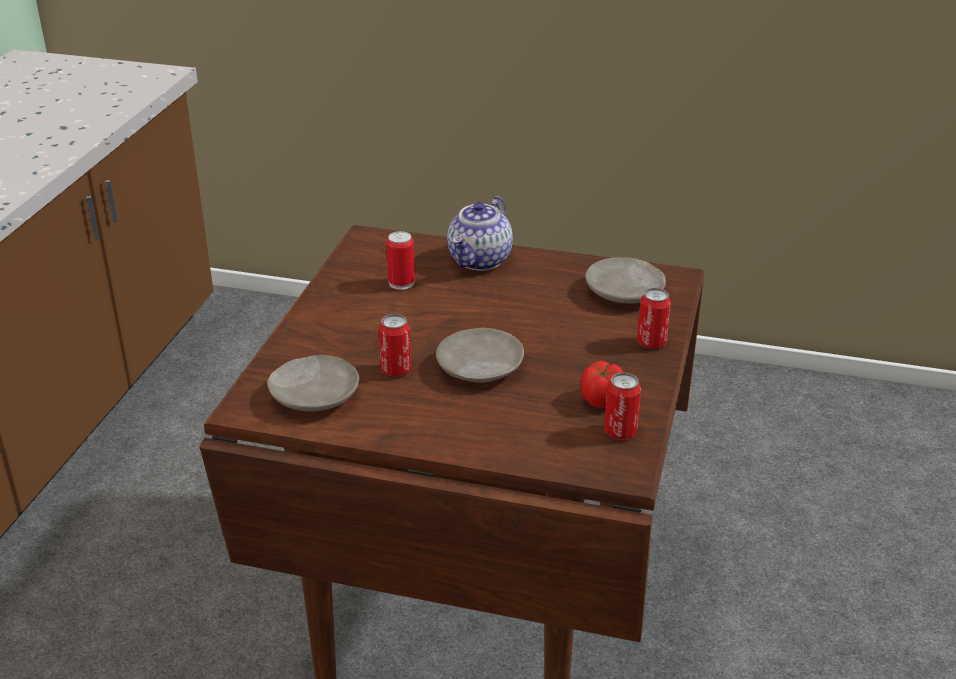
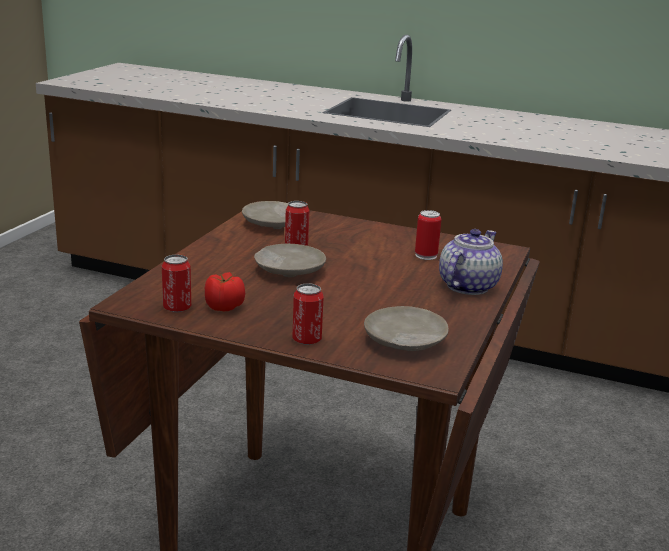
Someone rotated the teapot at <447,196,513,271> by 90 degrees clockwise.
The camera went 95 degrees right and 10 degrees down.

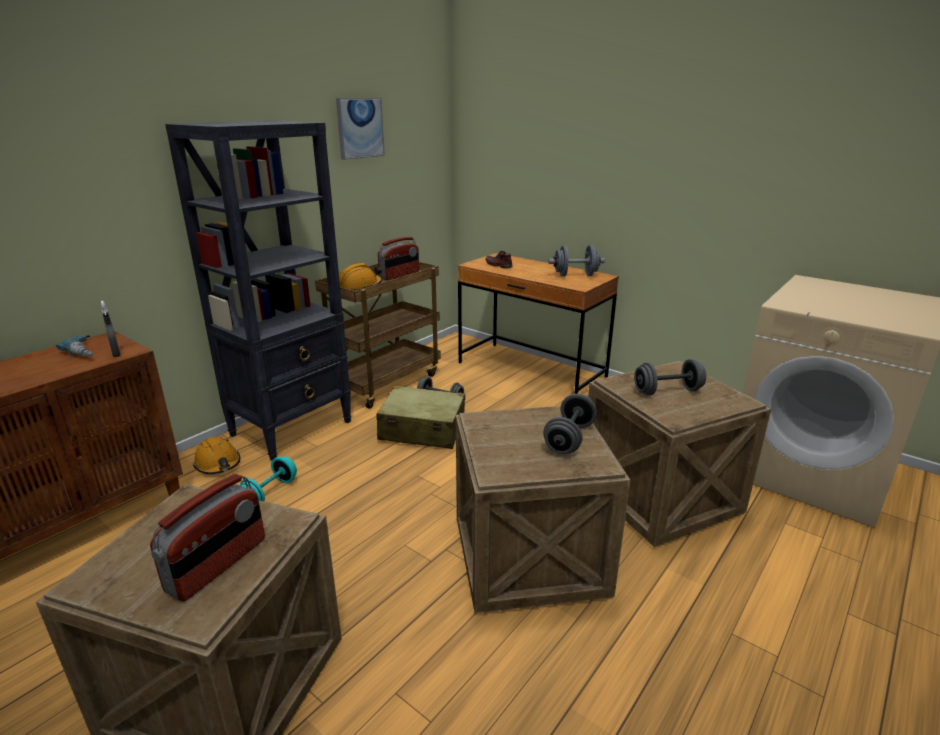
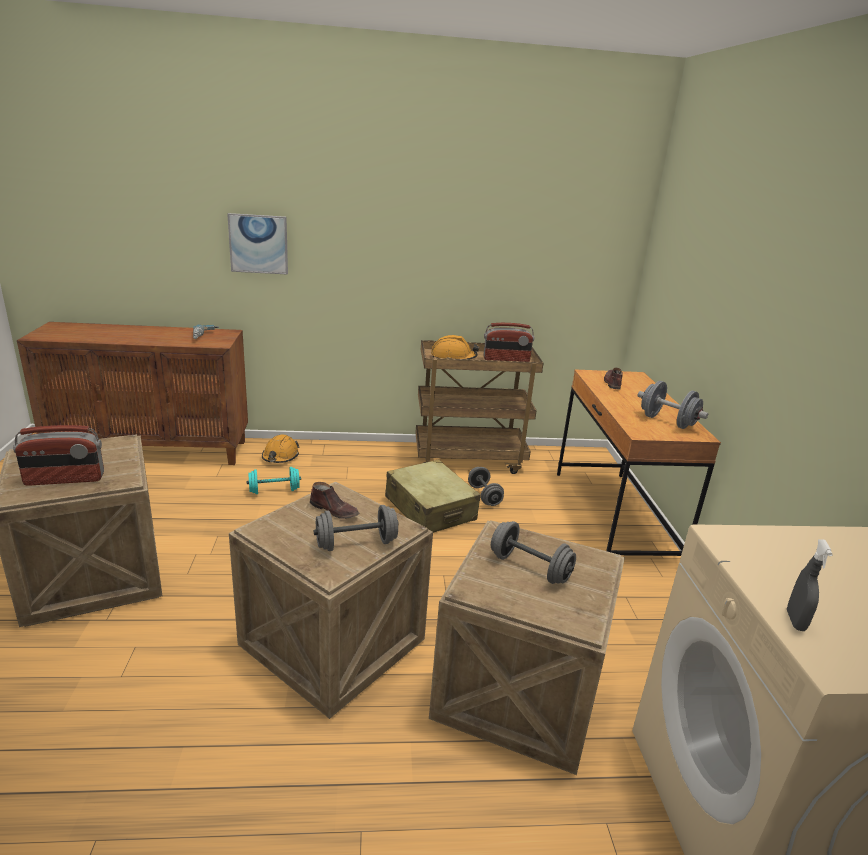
Someone carried the picture from <336,98,385,160> to <227,213,288,275>.
Someone took away the black bookcase at <165,121,352,461>.
Someone carried the grey spray bottle from <101,301,121,357> to <787,539,833,631>.
Someone put down the brown shoe at <310,482,359,519>.
The camera went 45 degrees right and 0 degrees up.

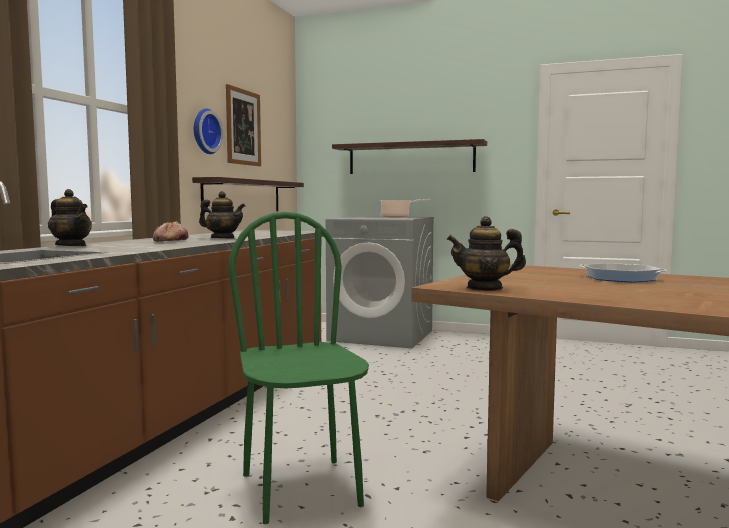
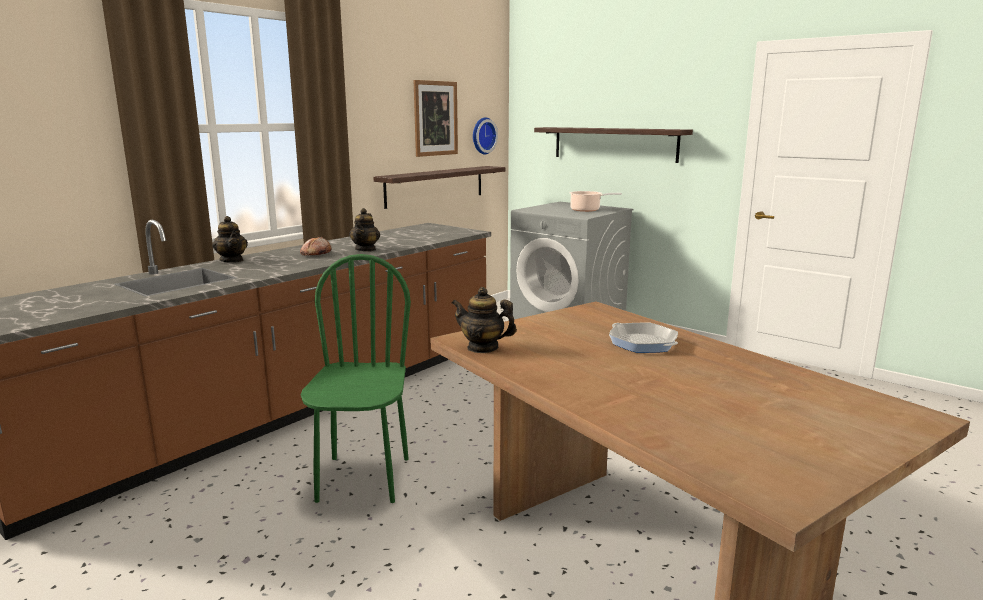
Someone carried the wall clock from <194,108,223,154> to <473,117,498,154>.
Someone rotated the teapot at <199,191,245,239> by 60 degrees clockwise.
The camera went 20 degrees right and 10 degrees up.

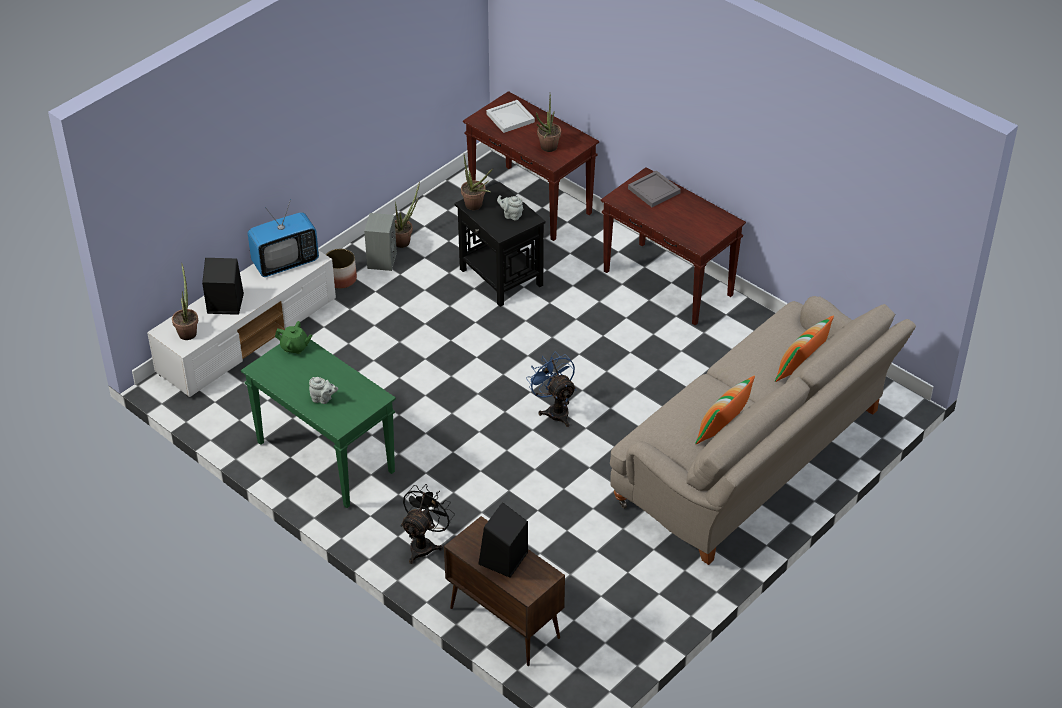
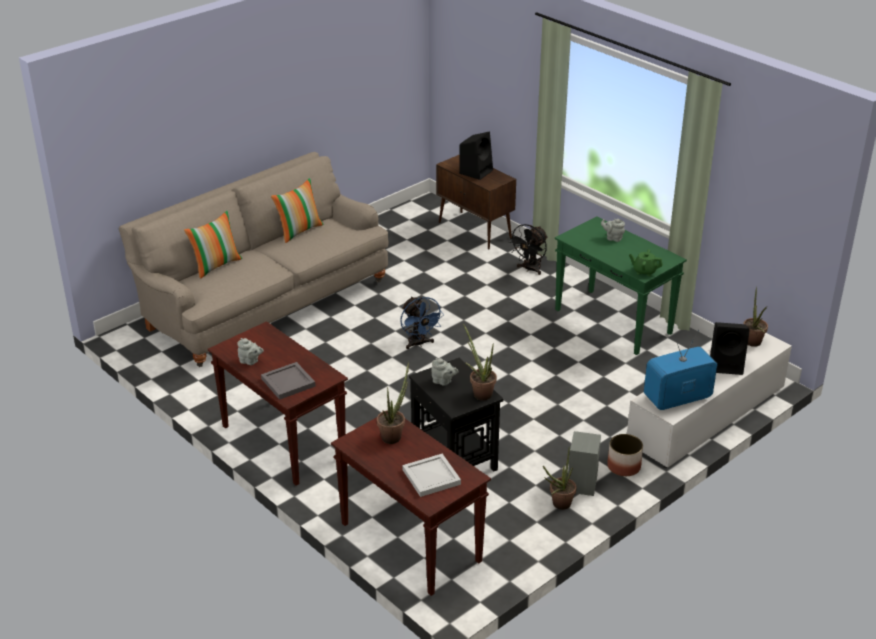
Someone put down the grey teapot at <237,338,264,365>.
The camera went 175 degrees left and 10 degrees down.

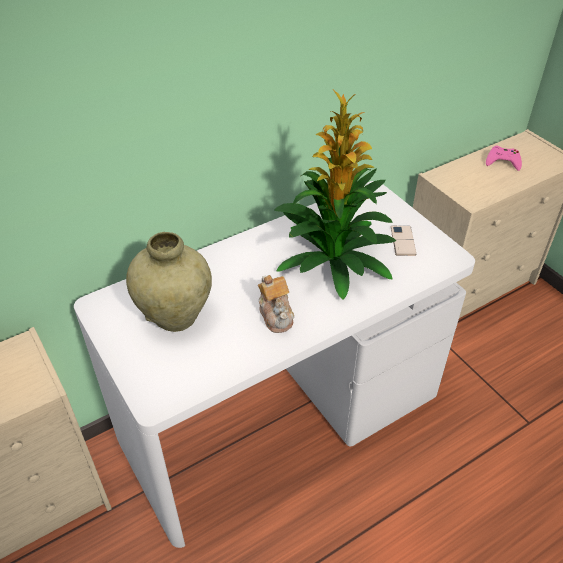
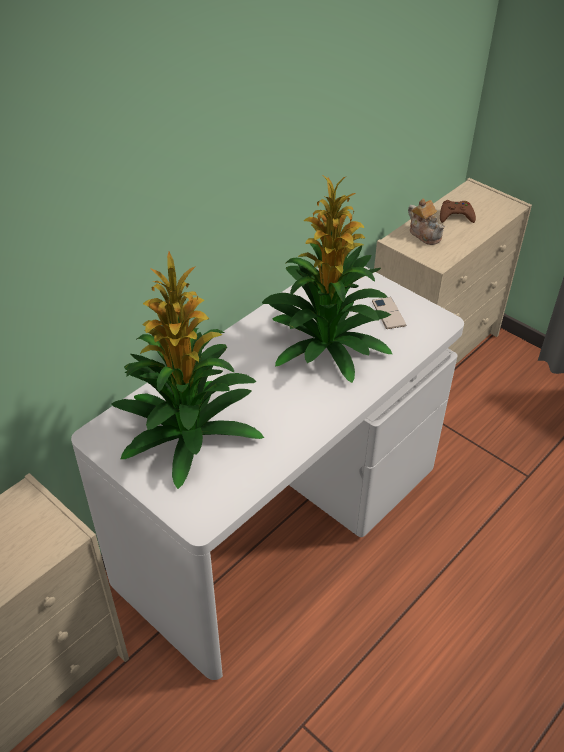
Someone repainted the pink game controller at <486,146,522,171>, which became the brown game controller at <440,200,476,223>.
Someone swapped the beige vase at <126,232,212,332> for the potted plant at <111,251,264,489>.
Someone carried the teapot from <258,275,294,333> to <408,199,445,245>.
The camera went 15 degrees left and 0 degrees up.

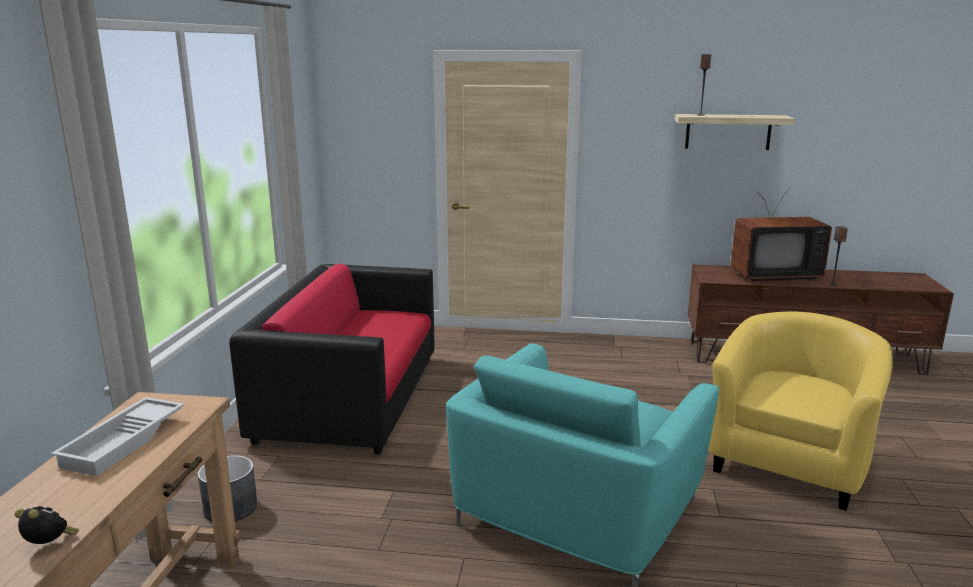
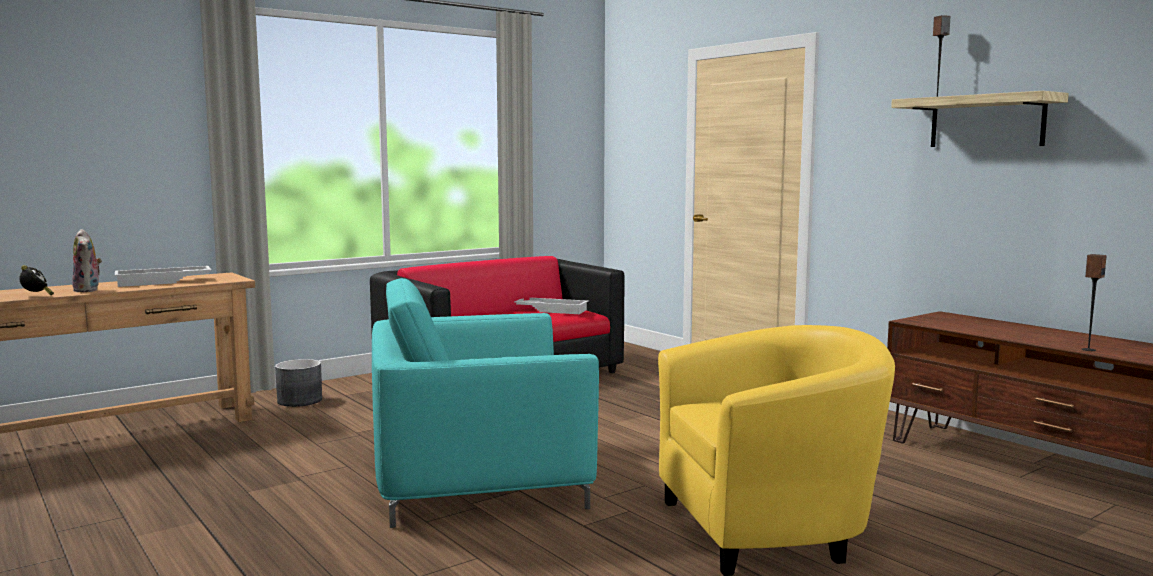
Someone took away the television at <731,187,832,282>.
Someone put down the plush toy at <72,229,102,292>.
Someone put down the white tray at <514,298,589,314>.
The camera went 45 degrees right and 10 degrees down.

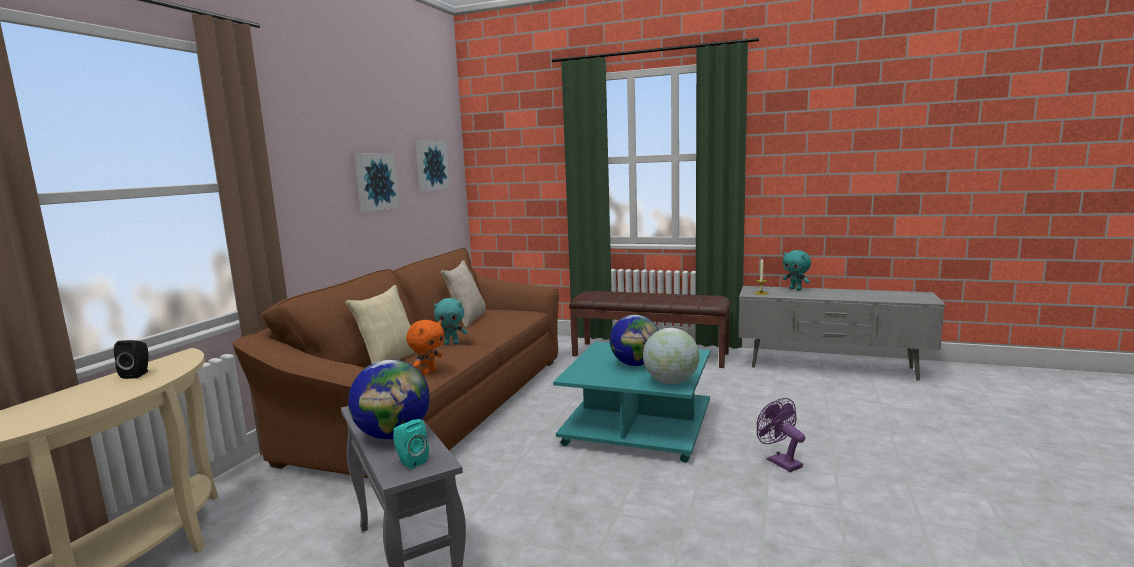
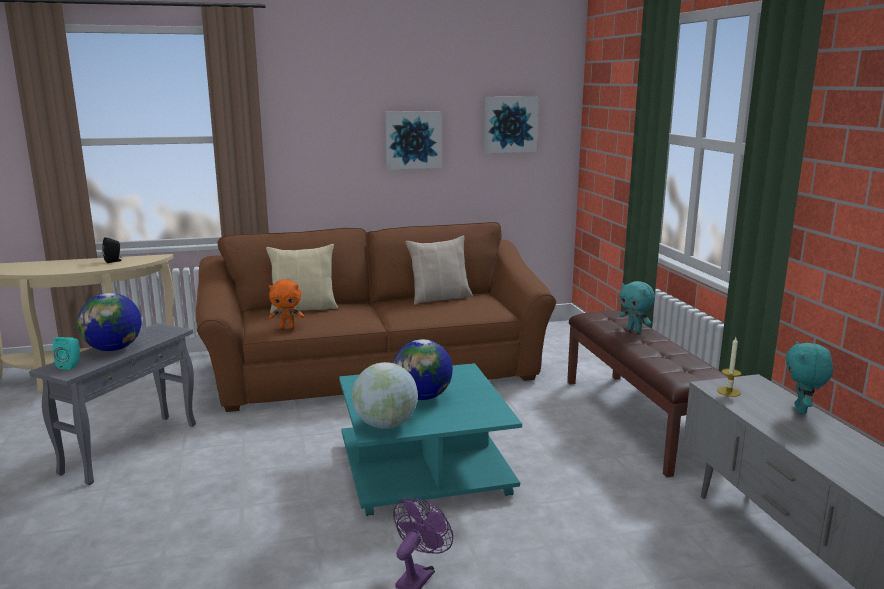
Someone carried the turquoise plush toy from <434,298,467,345> to <619,281,655,333>.
The camera went 55 degrees right and 5 degrees up.

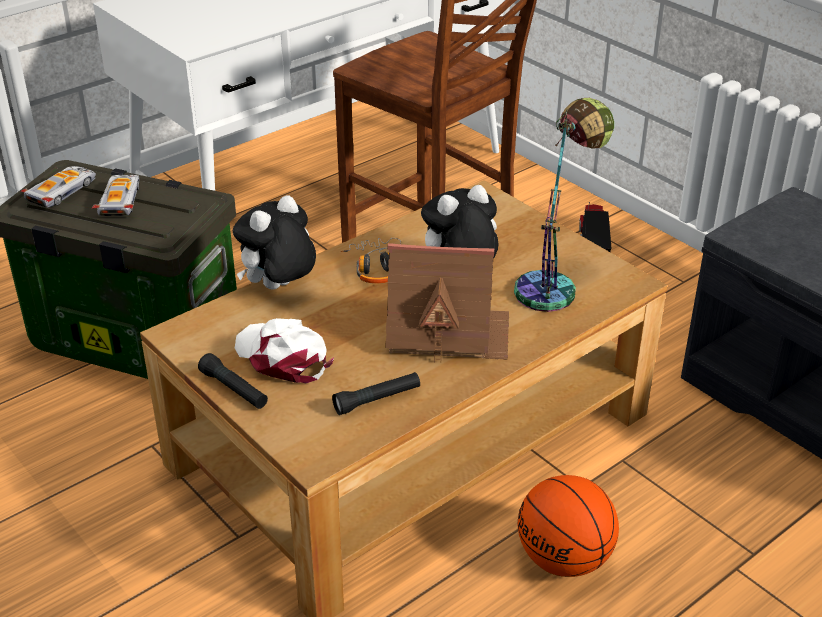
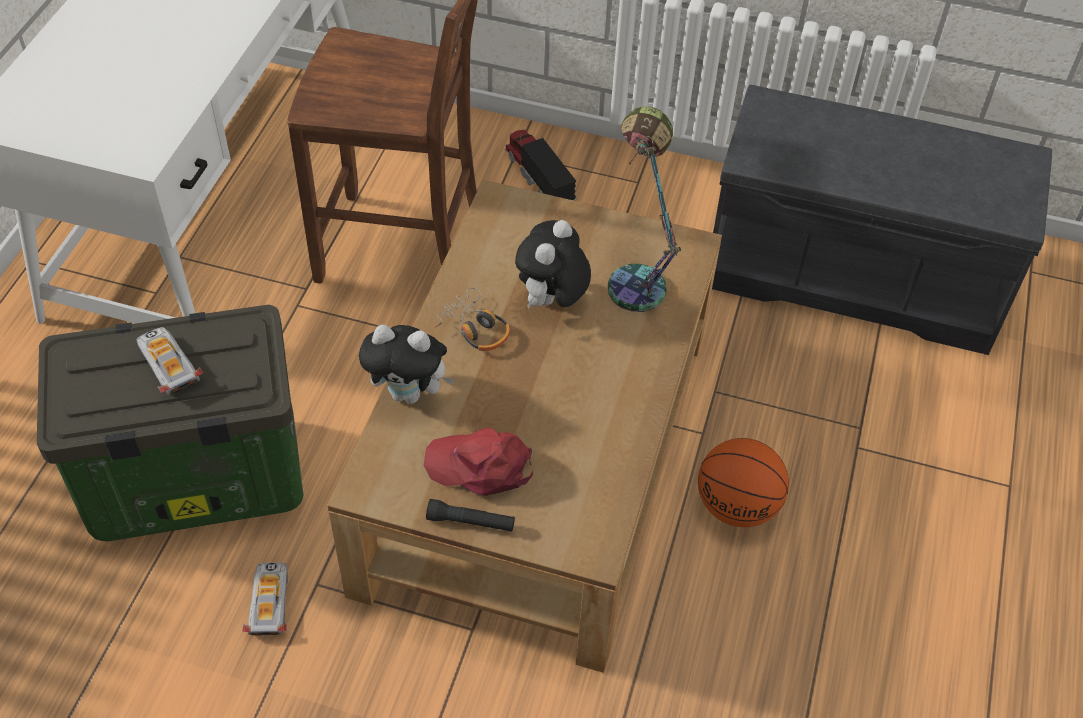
Someone carried the toy car from <20,166,96,208> to <242,562,288,635>.
Someone rotated the plush toy at <233,195,316,290> by 90 degrees counterclockwise.
Someone took away the toy house at <385,243,509,363>.
Someone repainted the white cap at <235,318,334,383>, which became the red cap at <424,428,533,496>.
Someone took away the black flashlight at <332,372,420,415>.
The camera went 35 degrees left and 15 degrees up.

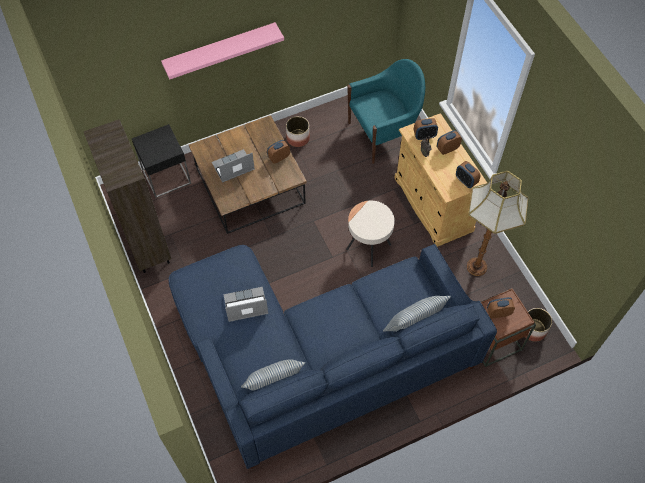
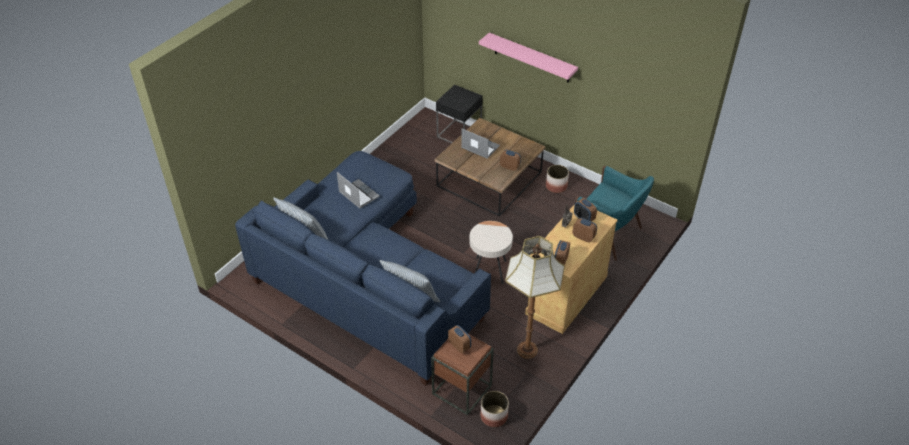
Someone took away the brown bookcase at <84,119,171,273>.
The camera went 60 degrees right and 15 degrees down.

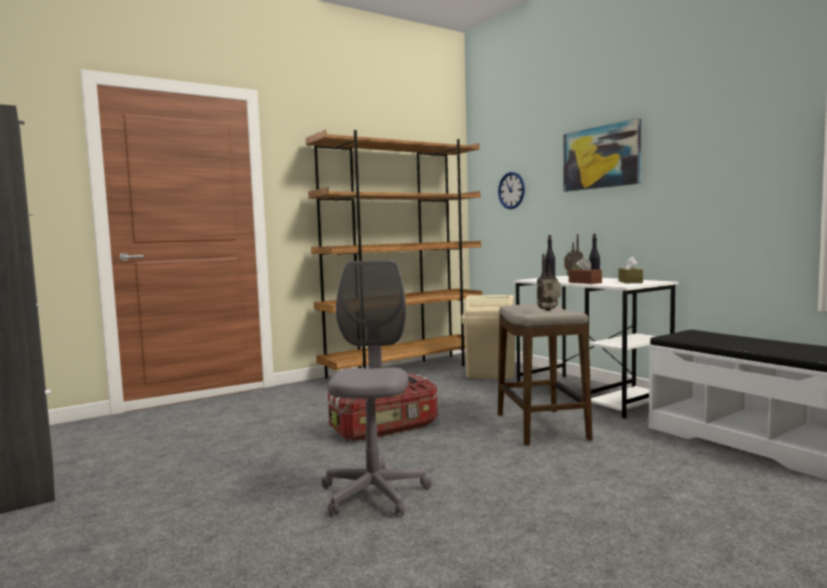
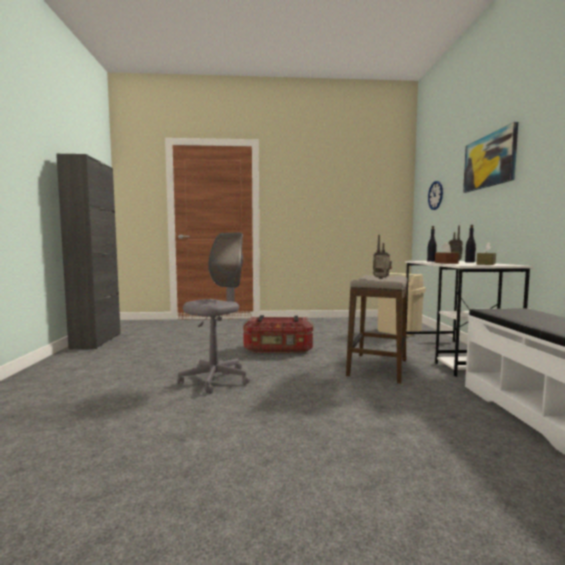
Someone took away the brown bookcase at <306,130,482,379>.
The camera went 30 degrees right and 0 degrees up.

